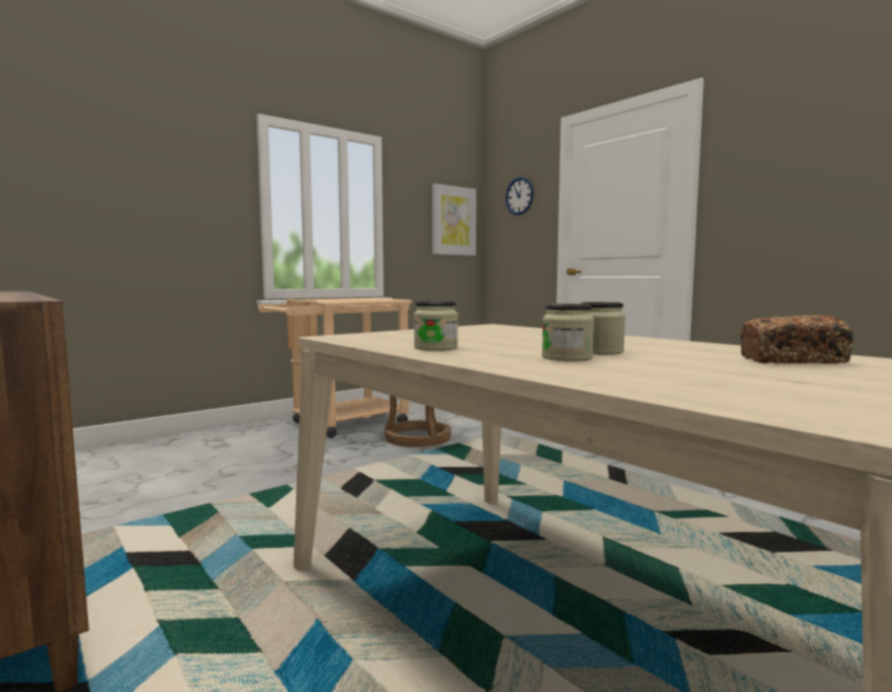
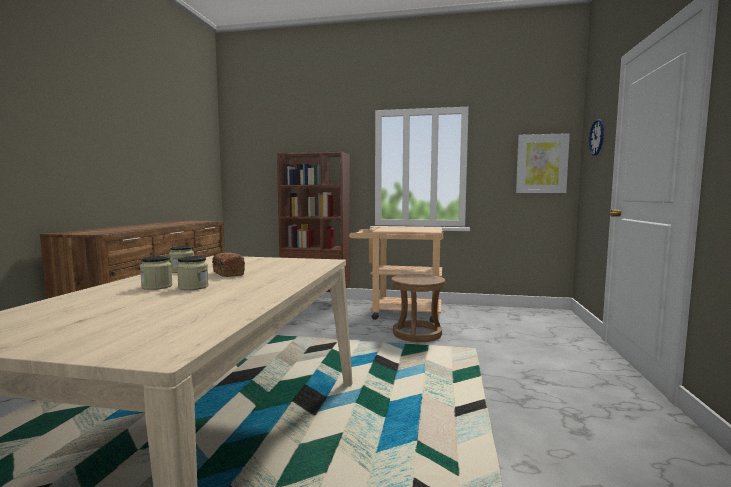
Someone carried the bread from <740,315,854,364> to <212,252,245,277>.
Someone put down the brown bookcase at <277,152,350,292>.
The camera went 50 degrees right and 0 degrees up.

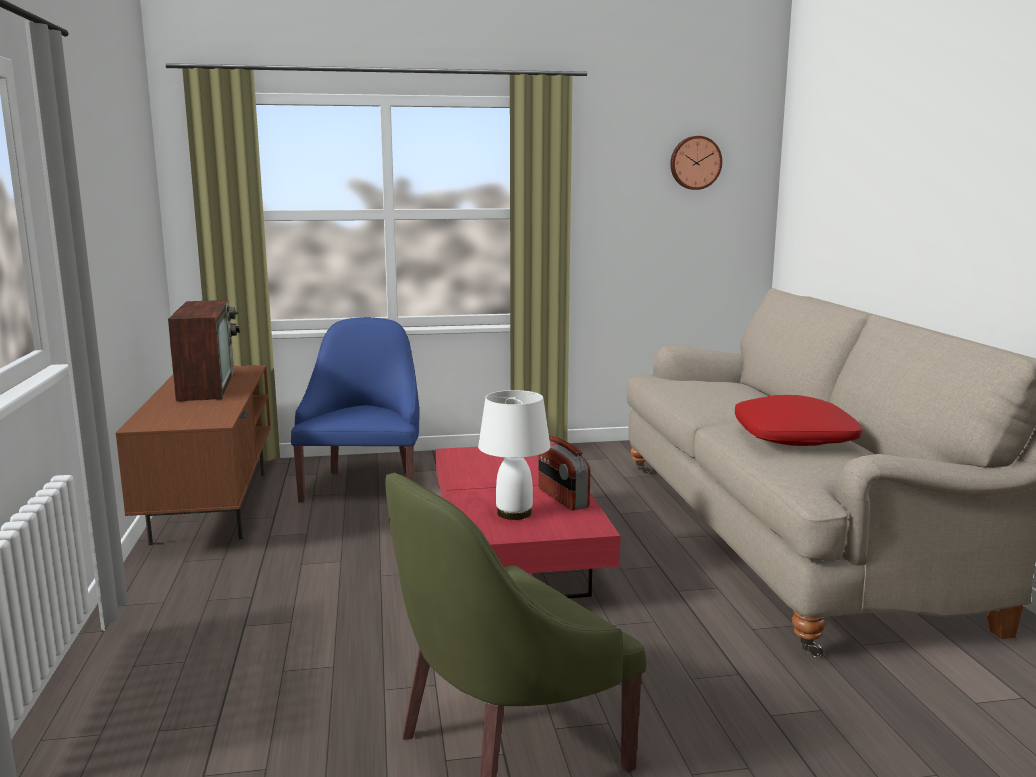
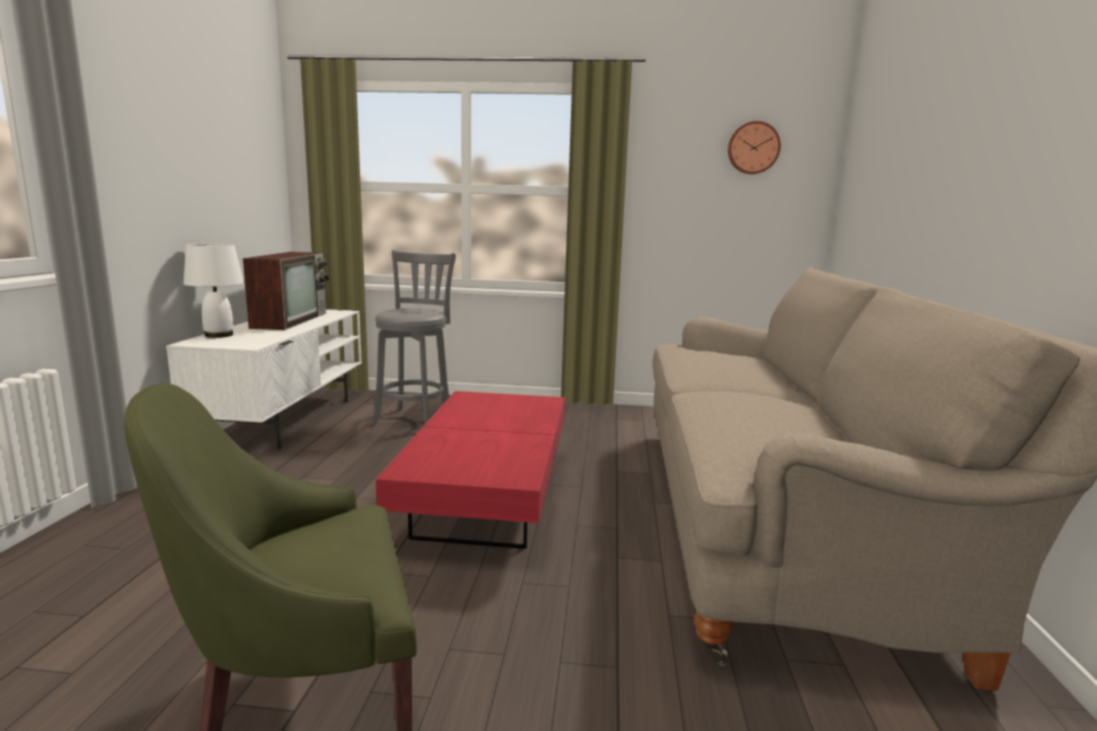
Someone swapped the blue armchair at <291,317,419,502> for the grey stool at <371,250,456,426>.
Someone repainted the brown tv stand at <115,365,271,545>, which became the white tv stand at <166,309,362,450>.
Someone carried the white table lamp from <478,390,550,520> to <183,244,244,338>.
Someone took away the red pillow at <735,395,862,446>.
Someone took away the radio at <538,436,591,510>.
The camera went 15 degrees right and 0 degrees up.

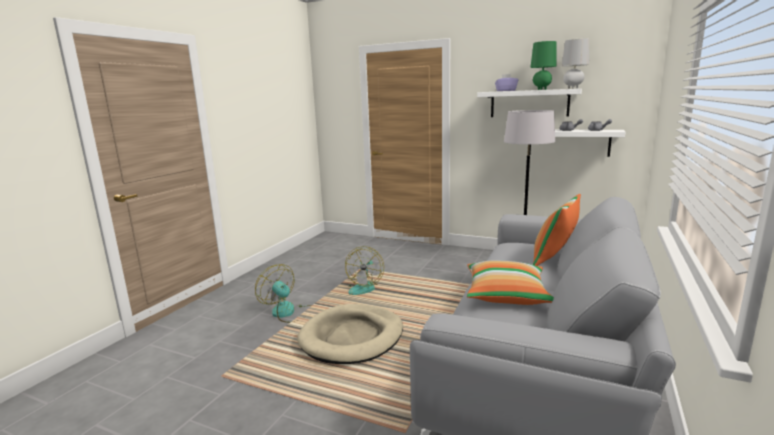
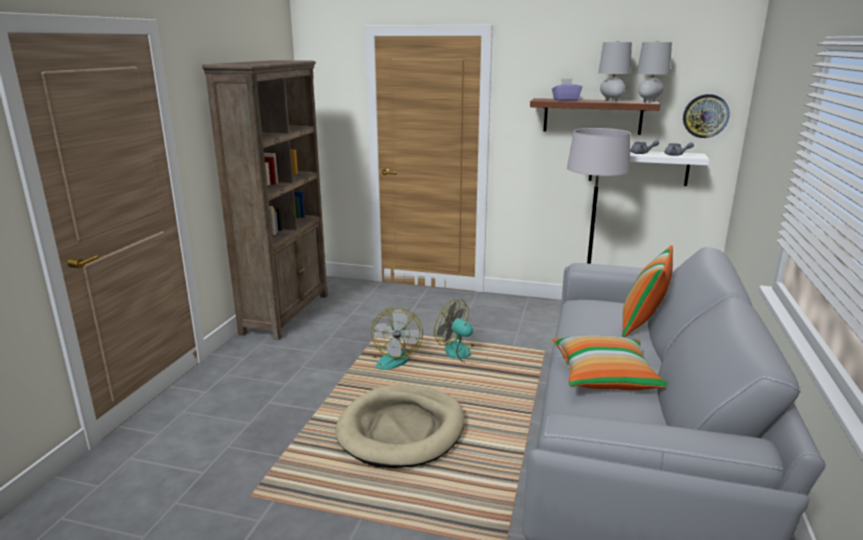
Someone repainted the green table lamp at <530,41,557,90>, which became the grey table lamp at <598,41,632,102>.
Someone repainted the white shelf at <477,89,582,117>, which became the brown shelf at <530,98,660,135>.
Someone carried the fan from <255,264,311,323> to <434,299,484,364>.
Someone put down the brown bookcase at <202,60,328,340>.
Someone put up the wall clock at <683,94,730,138>.
The camera went 10 degrees left and 5 degrees up.

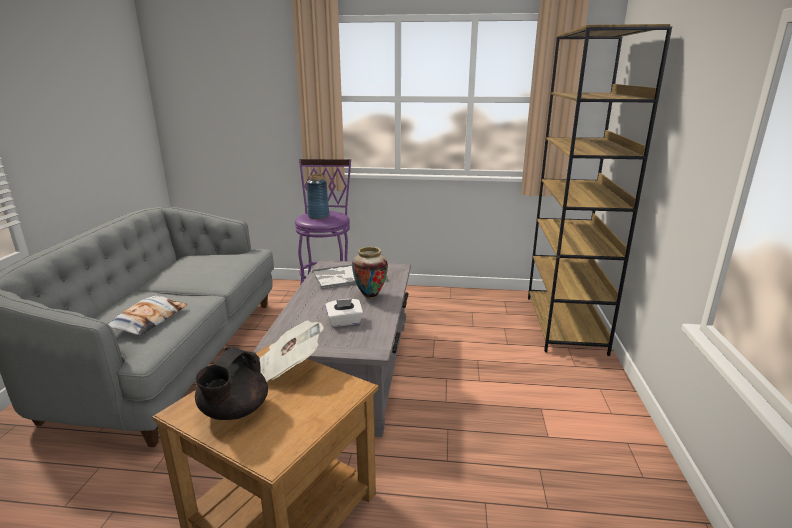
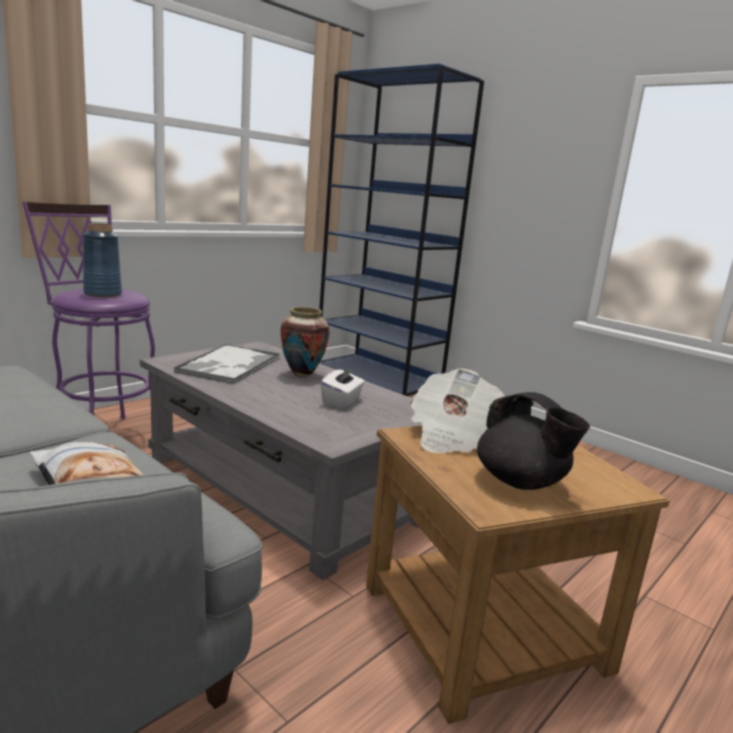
Someone repainted the brown bookcase at <528,24,672,356>, which became the blue bookcase at <319,63,484,396>.
The camera went 55 degrees left and 5 degrees down.

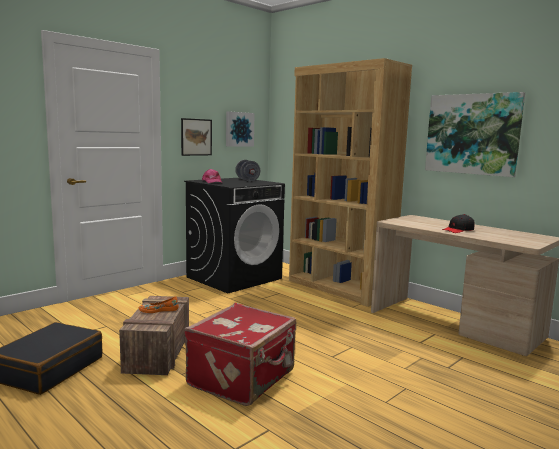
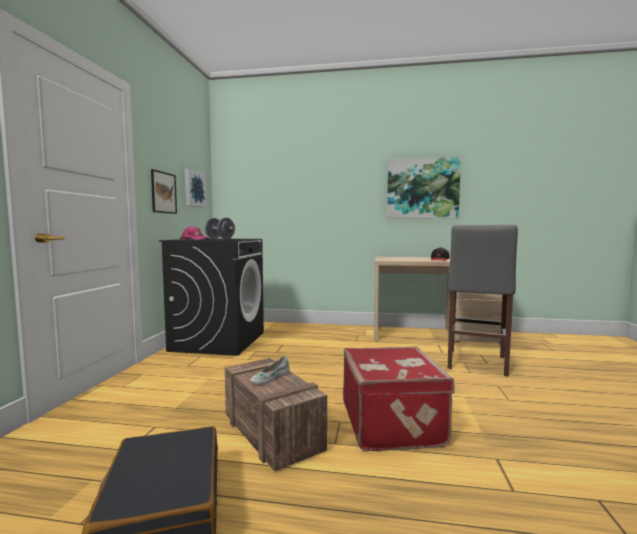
Someone took away the brown bookcase at <289,58,412,307>.
Someone repainted the orange shoe at <139,296,179,313>, which became the white shoe at <250,356,290,384>.
Someone put down the grey stool at <448,225,518,377>.
The camera went 35 degrees left and 5 degrees down.

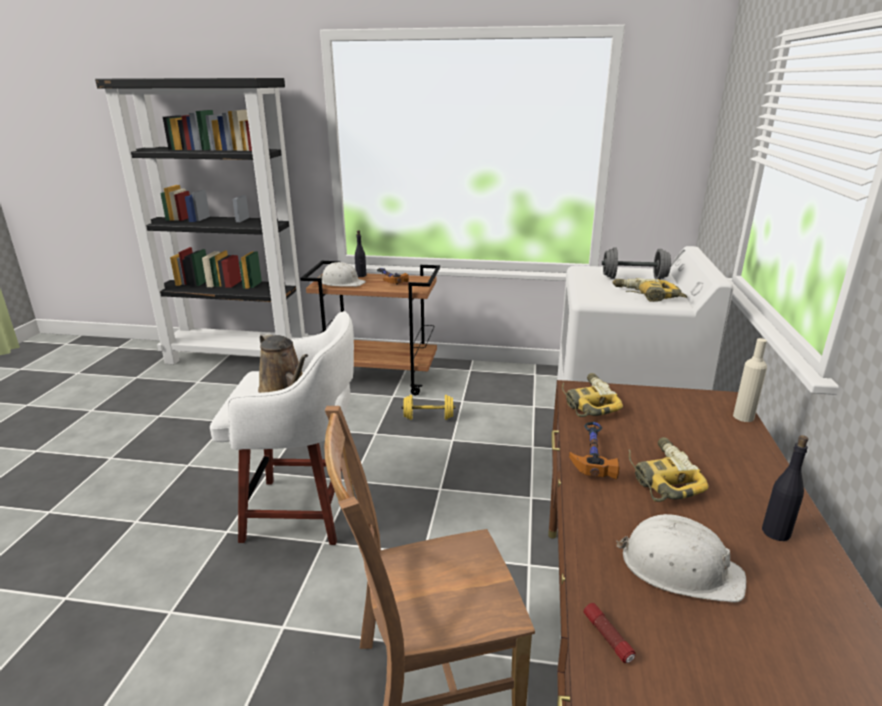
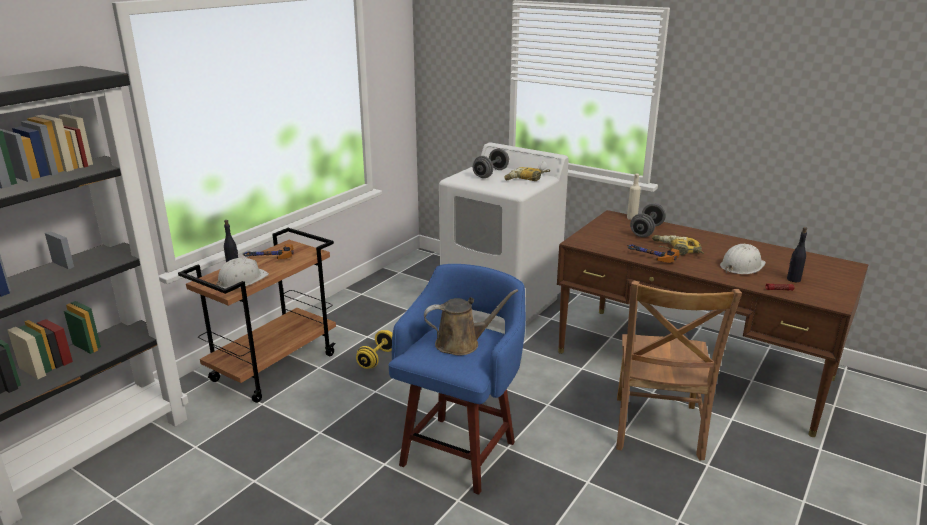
Someone repainted the white stool at <210,311,354,545>, which became the blue stool at <389,264,526,495>.
Someone took away the power drill at <562,373,623,417>.
Someone carried the black bottle from <762,435,808,541> to <787,227,807,282>.
Someone put down the grey dumbbell at <630,203,666,237>.
The camera went 65 degrees left and 0 degrees up.

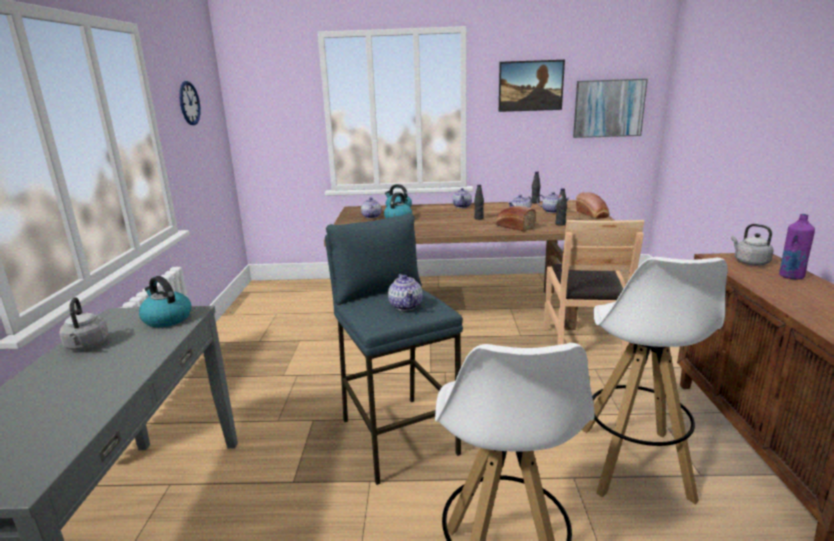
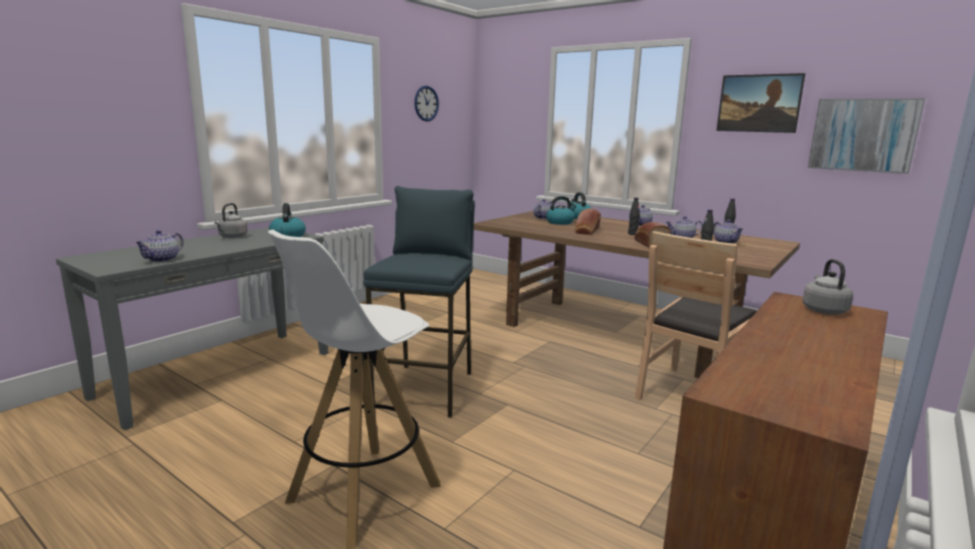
Someone carried the bread from <576,192,609,219> to <575,208,601,235>.
Someone took away the purple bottle at <779,214,815,280>.
Someone took away the white stool at <582,257,728,504>.
Someone carried the teapot from <388,274,423,311> to <134,230,184,262>.
The camera went 35 degrees right and 5 degrees down.

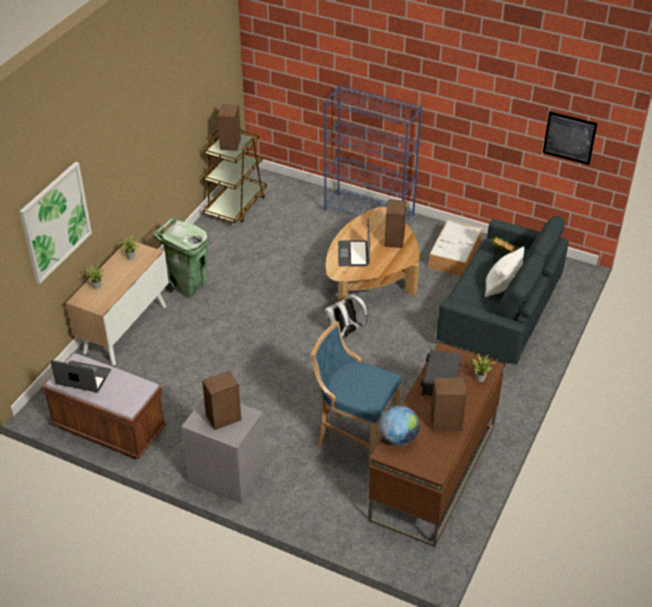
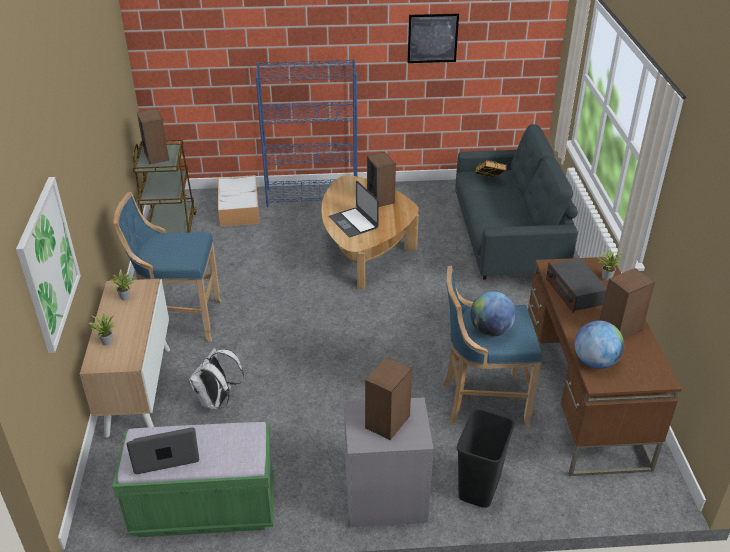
Someone carried the picture from <543,112,597,165> to <407,14,459,63>.
Someone swapped the green trash can at <153,217,209,298> for the blue stool at <113,192,222,342>.
Someone carried the storage box from <428,220,482,276> to <218,175,260,227>.
Someone took away the white pillow at <485,246,525,297>.
Someone carried the white backpack from <325,293,368,339> to <189,348,244,410>.
Someone repainted the brown bench at <42,353,166,459>, which became the green bench at <113,422,274,537>.
Someone put down the globe at <470,291,516,336>.
Someone put down the black trash can at <457,408,515,508>.
The camera went 30 degrees left and 5 degrees down.

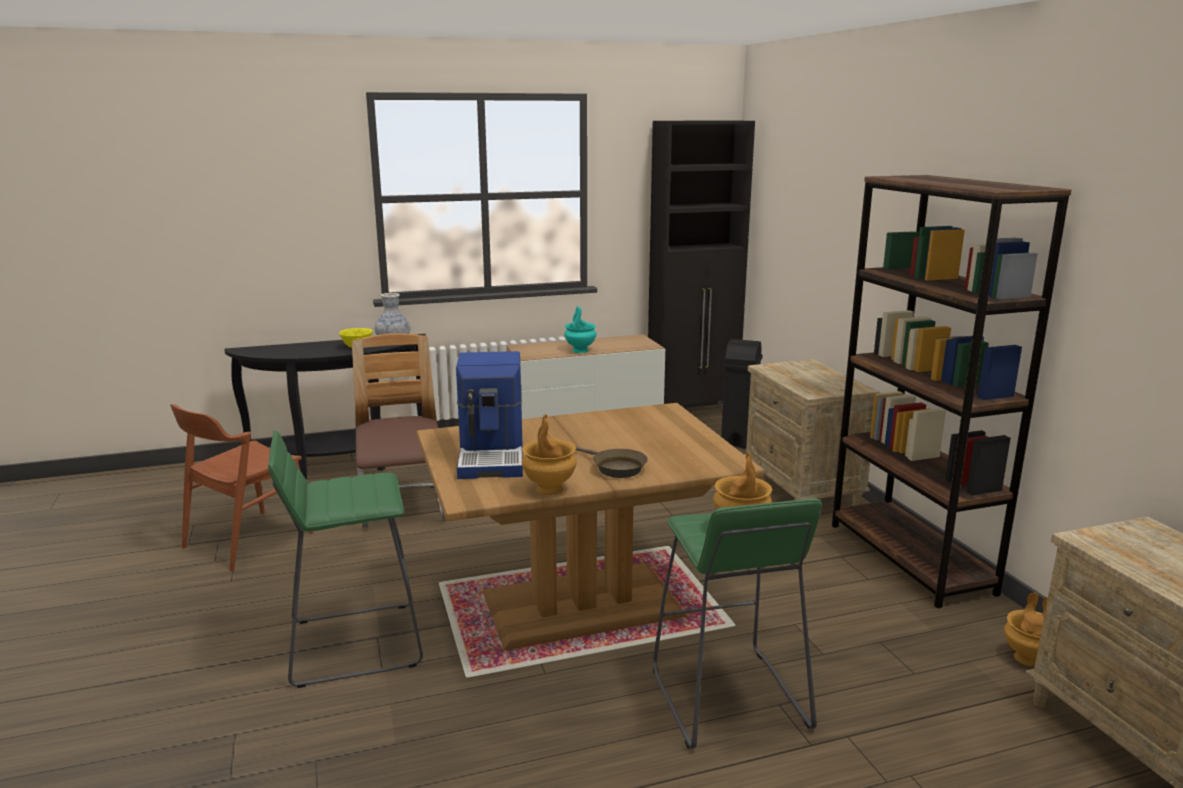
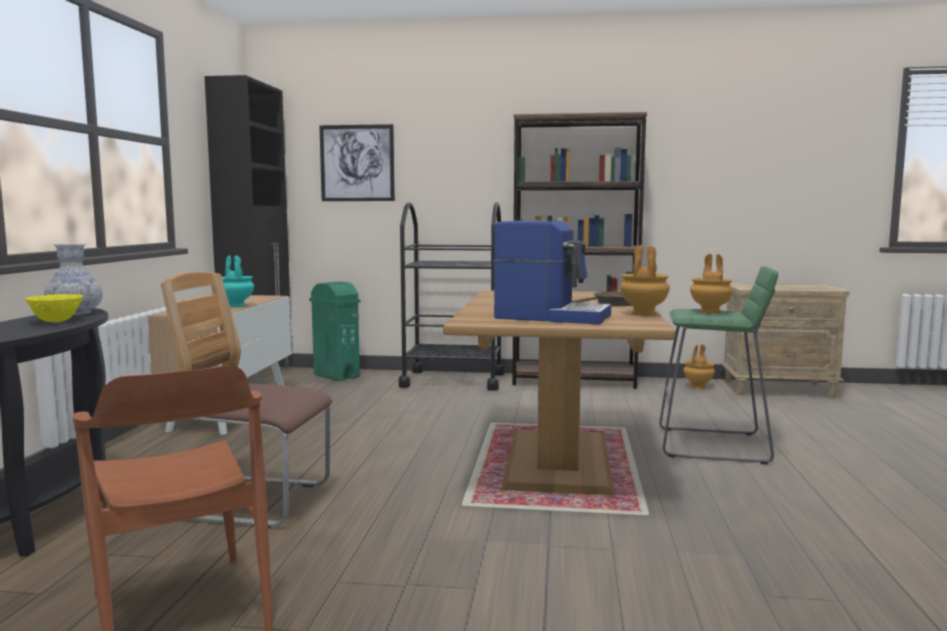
Someone repainted the black trash can at <721,339,763,449>, which became the green trash can at <309,281,360,381>.
Someone swapped the beige nightstand at <744,359,880,506> for the black cart at <399,202,504,391>.
Someone took away the green stool at <268,430,423,688>.
Someone put up the picture at <319,124,395,201>.
The camera went 65 degrees left and 10 degrees down.

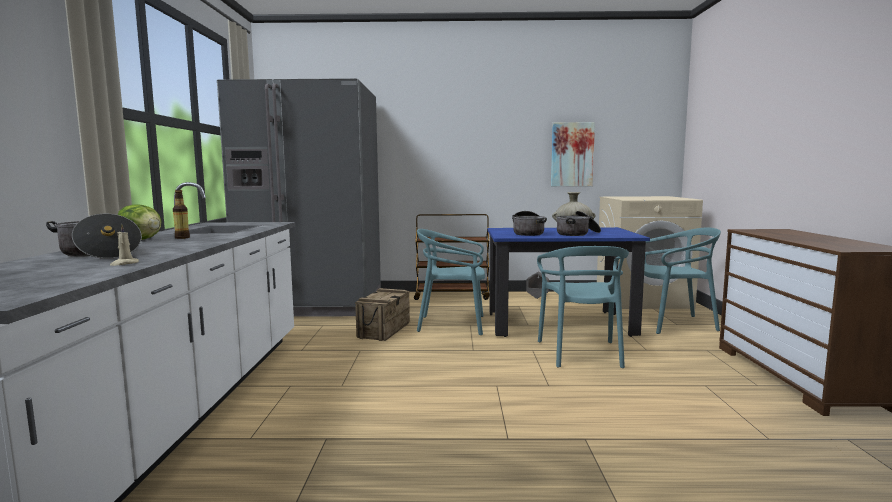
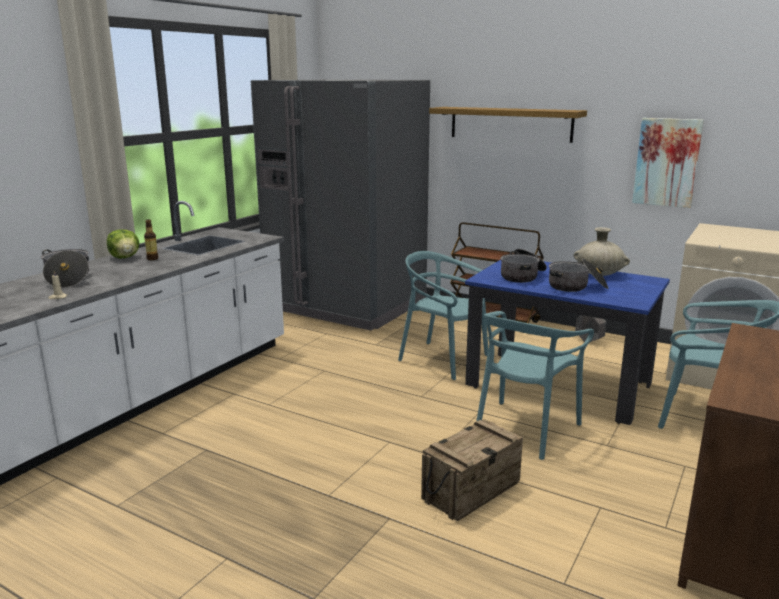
Someone carried the crate from <355,288,410,341> to <421,419,523,521>.
Someone put up the shelf at <429,107,587,143>.
The camera went 30 degrees right and 10 degrees up.

